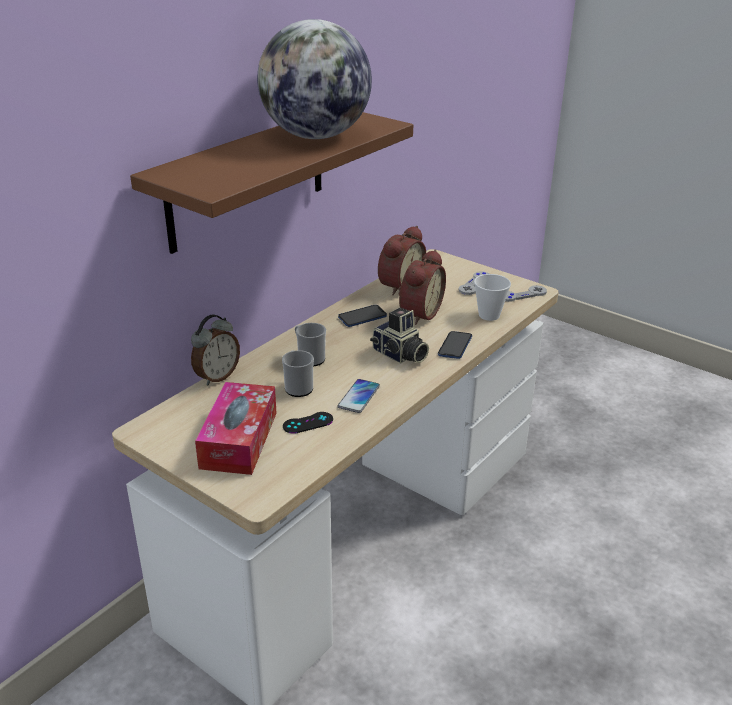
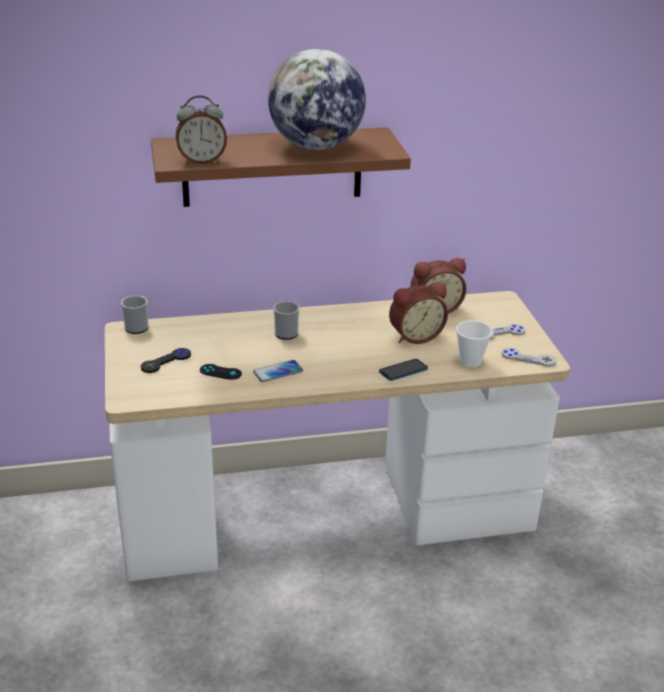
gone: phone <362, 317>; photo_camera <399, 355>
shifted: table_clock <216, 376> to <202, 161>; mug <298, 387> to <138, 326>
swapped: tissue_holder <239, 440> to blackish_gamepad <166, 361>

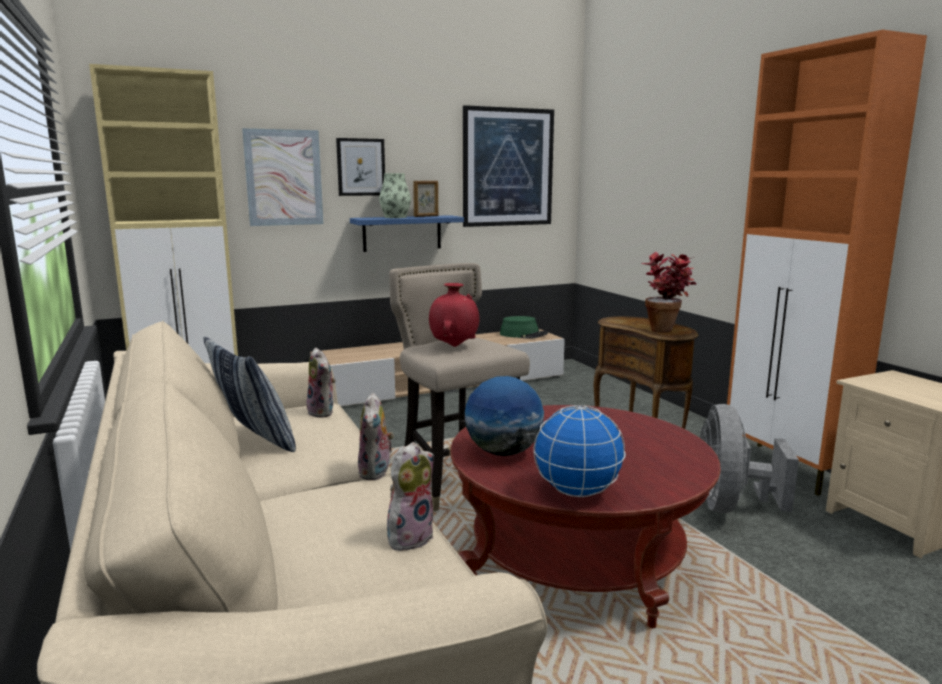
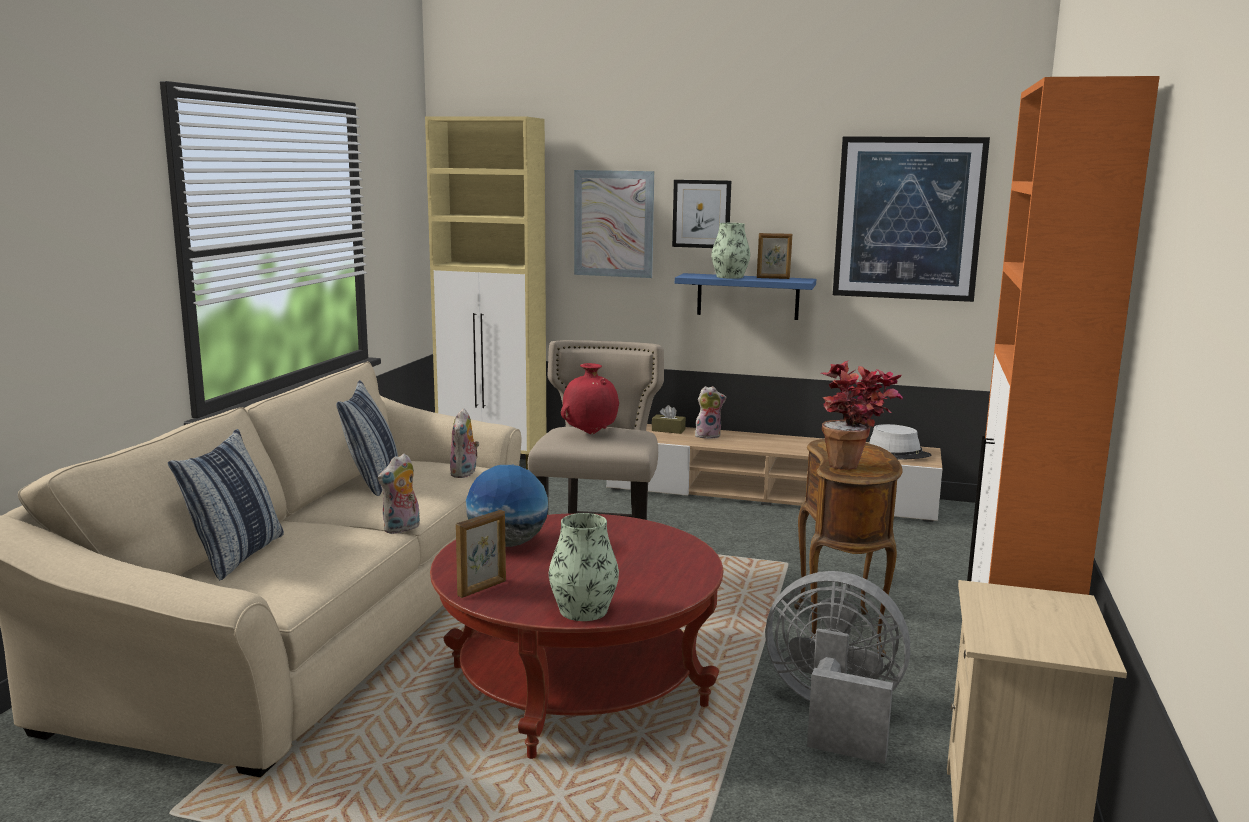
new: brownish_tissue_holder <668, 430>; cushion <236, 556>; vase <583, 610>
shifted: plush_toy <410, 536> to <708, 435>
swapped: desk_globe <576, 492> to photo_frame <482, 588>
repainted: green_clothing_hat <523, 334> to greyish_clothing_hat <899, 452>
rotated: greyish_cooling_fan <731, 506> = <833, 715> 60 degrees clockwise

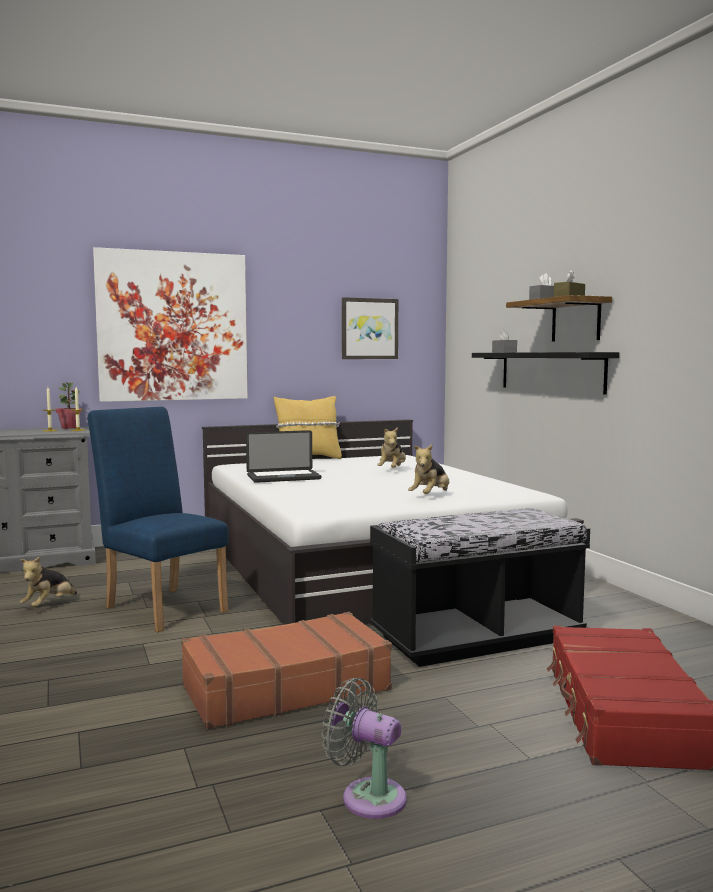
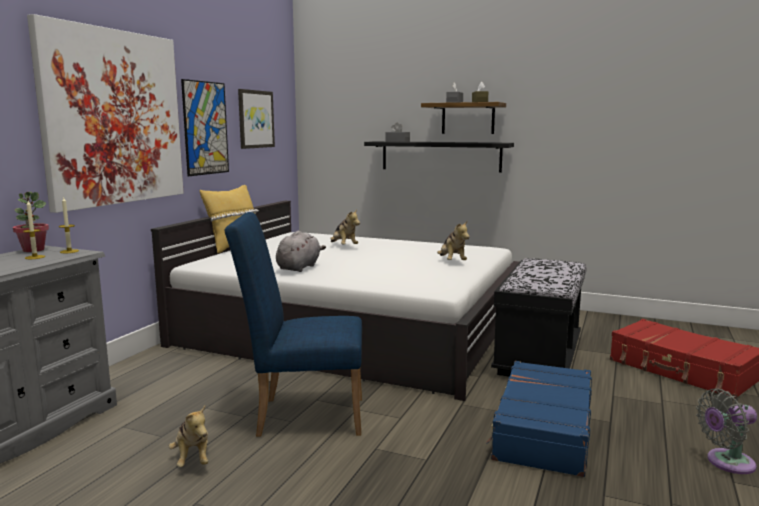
new: picture <205, 128>
swapped: notebook_computer <283, 477> to greyish_plush_toy <299, 267>
repainted: brownish_suitcase <285, 688> to blue-coloured_suitcase <542, 430>

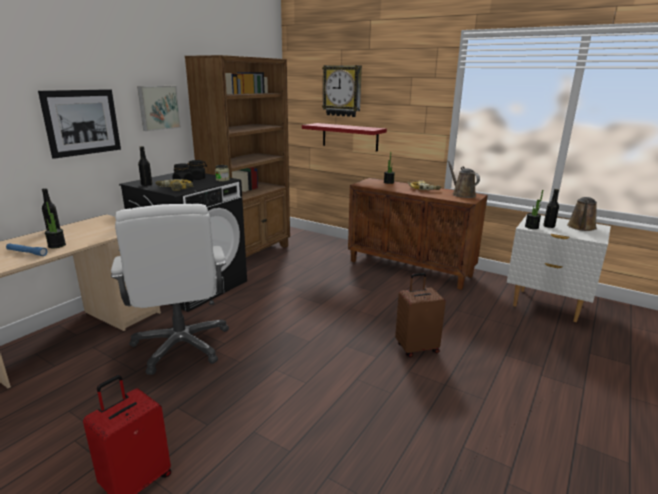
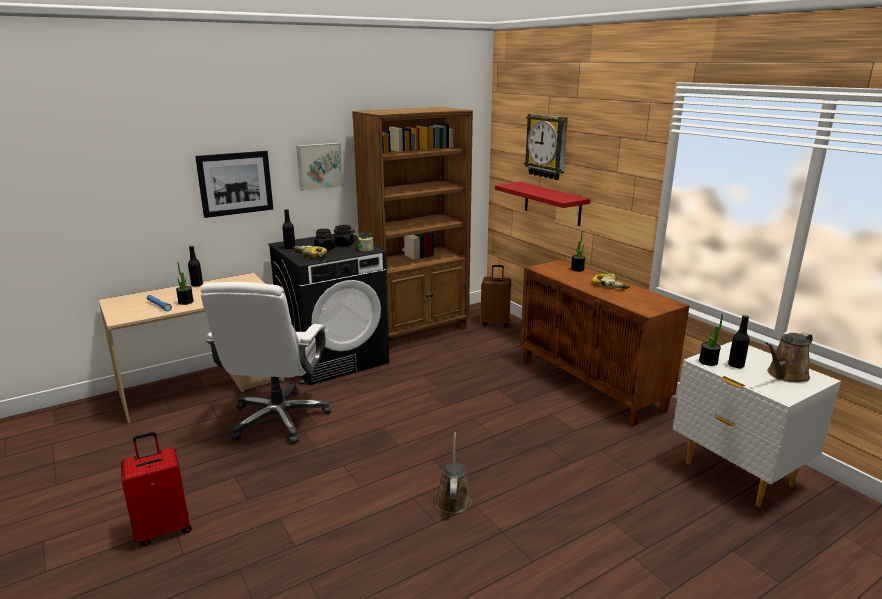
shifted: brownish_watering_can <462, 194> to <453, 498>; brownish_suitcase <416, 348> to <495, 322>

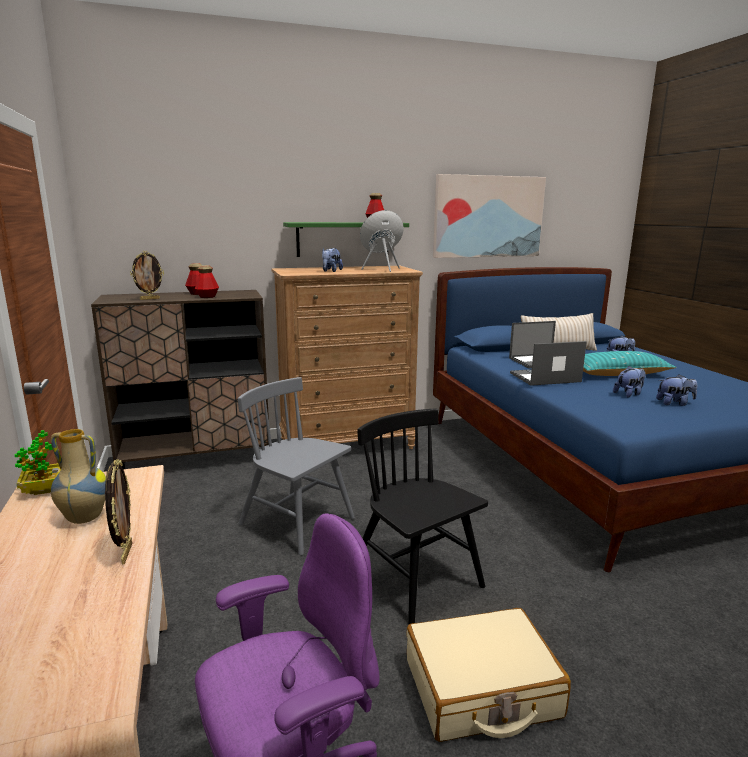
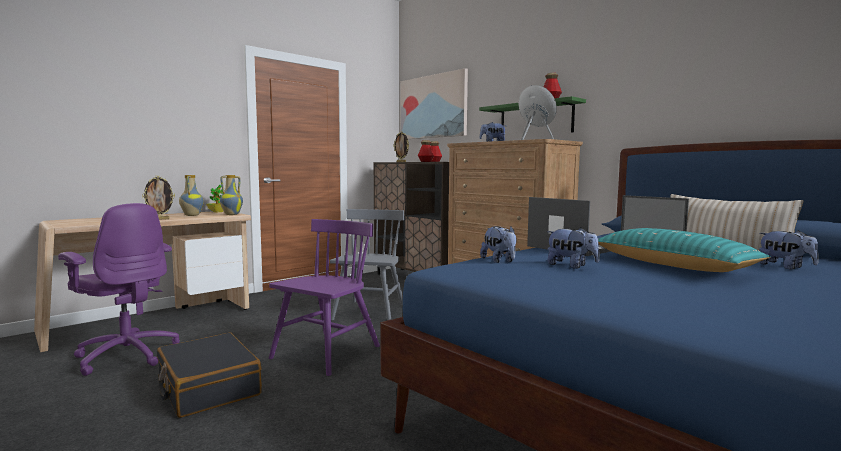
new: vase <231, 214>
shifted: picture <488, 216> to <433, 107>; plush_toy <674, 403> to <499, 261>
repainted: blackish_chair <416, 578> to purple-coloured_chair <326, 353>; beige_suitcase <481, 689> to blackish_suitcase <208, 387>

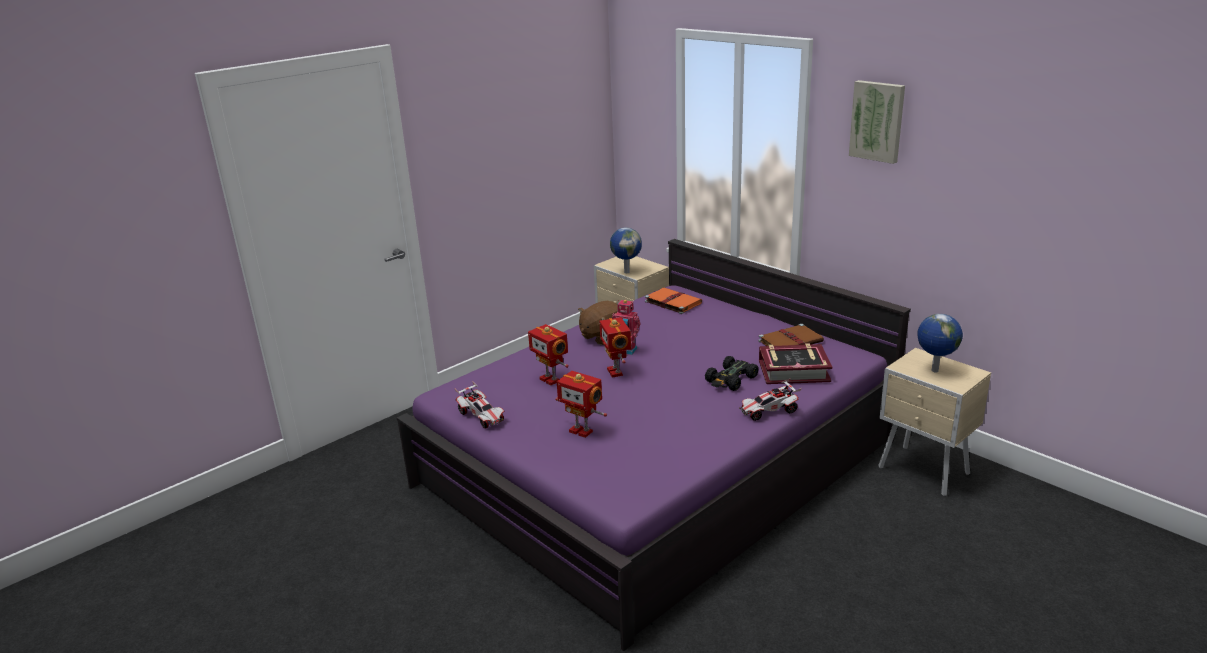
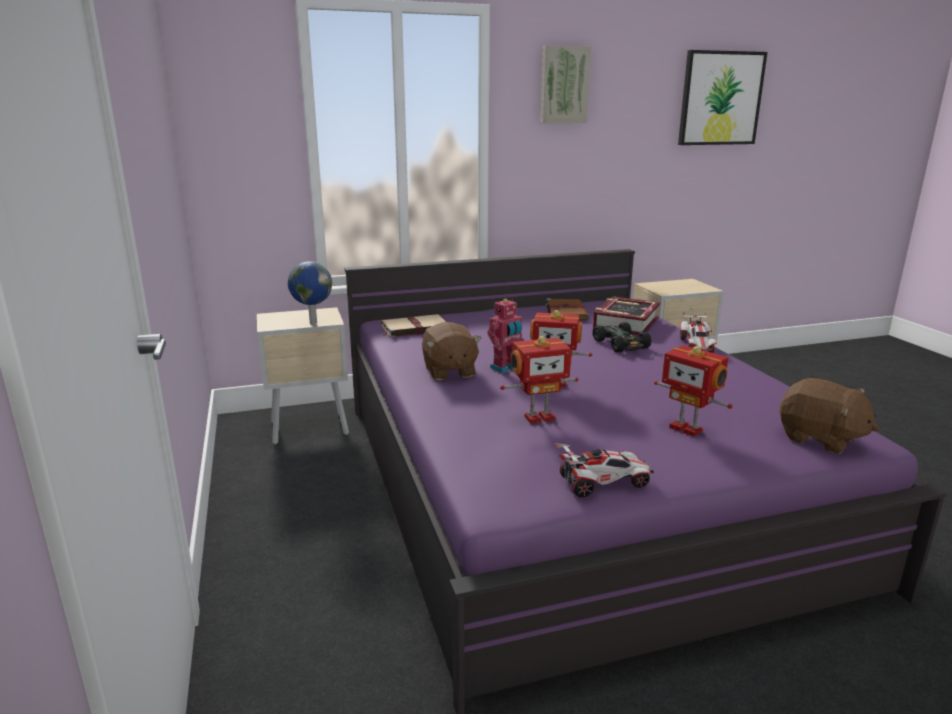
gone: desk_globe <934, 371>
new: picture <720, 98>; brownish_plush_toy <820, 438>
repainted: orange-coloured_bound_book <672, 302> to beige_bound_book <413, 328>
rotated: robot_figure <581, 431> = <686, 428> 75 degrees clockwise

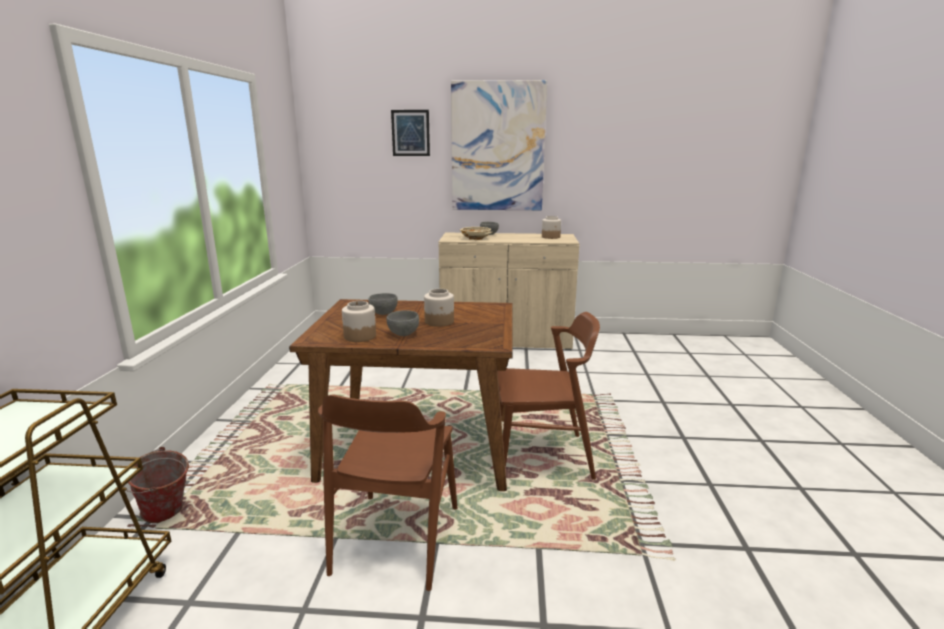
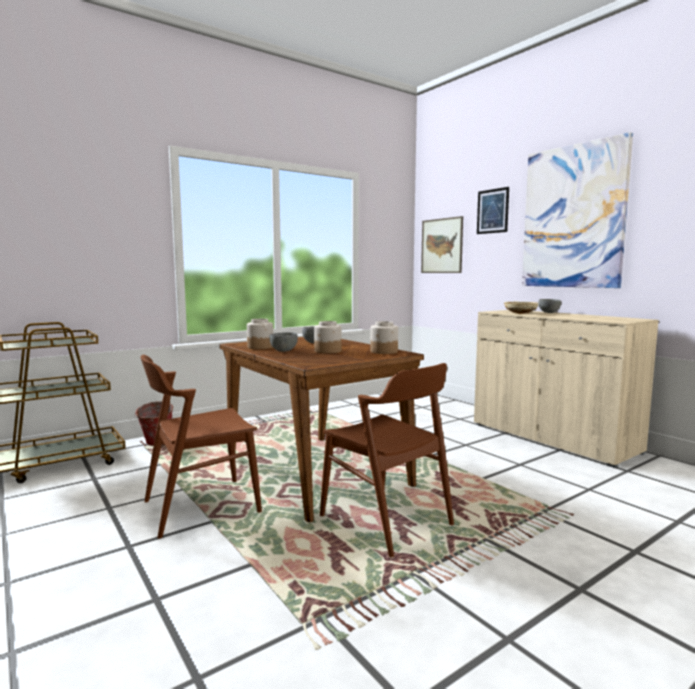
new: picture <441, 246>
shifted: jar <551, 237> to <384, 352>

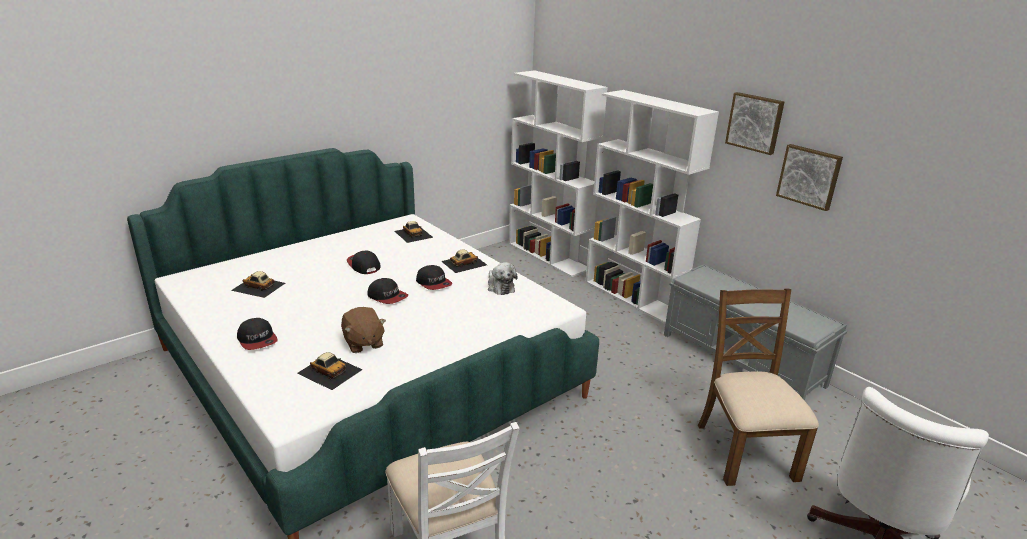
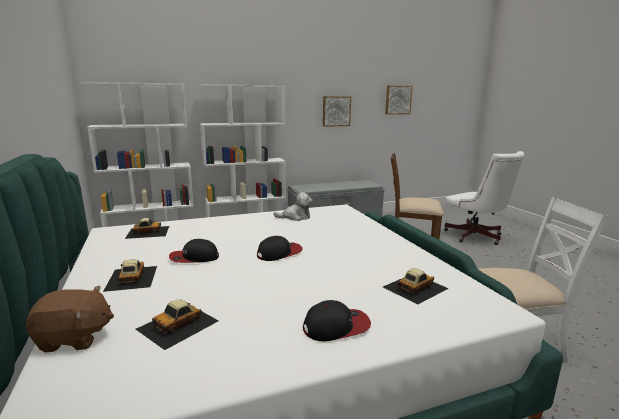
gone: peaked_cap <434, 283>
shifted: picture <755, 122> to <397, 100>; model_car <463, 263> to <131, 278>; brownish_plush_toy <363, 343> to <74, 338>

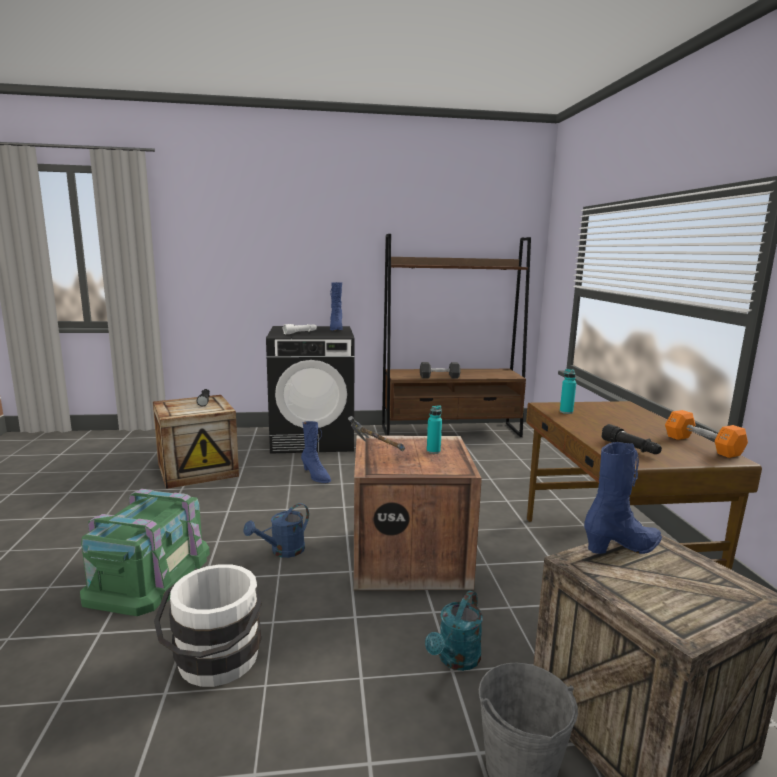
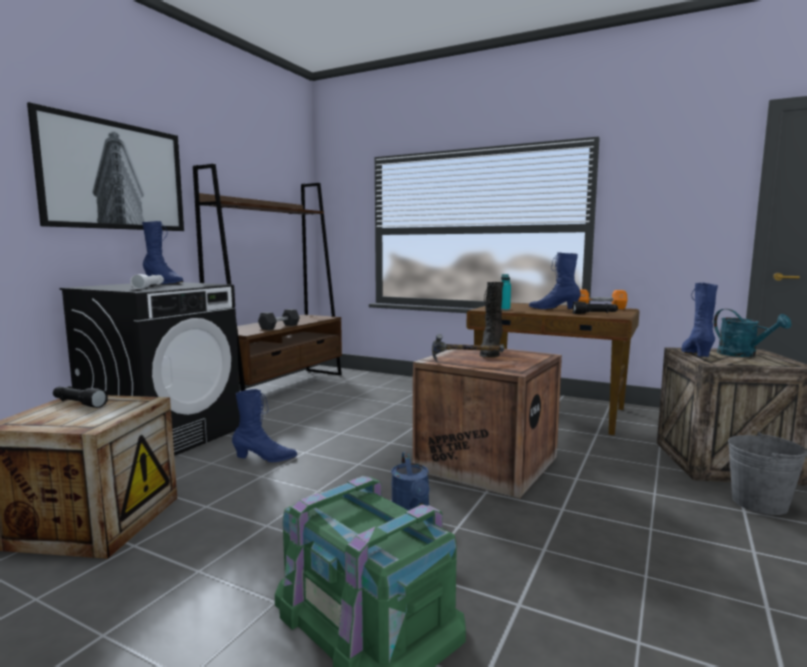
gone: white_water_bucket <215, 663>
new: picture <115, 176>; blue-coloured_boot <553, 309>
shifted: turquoise-coloured_watering_can <456, 660> to <743, 355>
swapped: turquoise-coloured_drink_bottle <433, 451> to blackish_boot <490, 353>

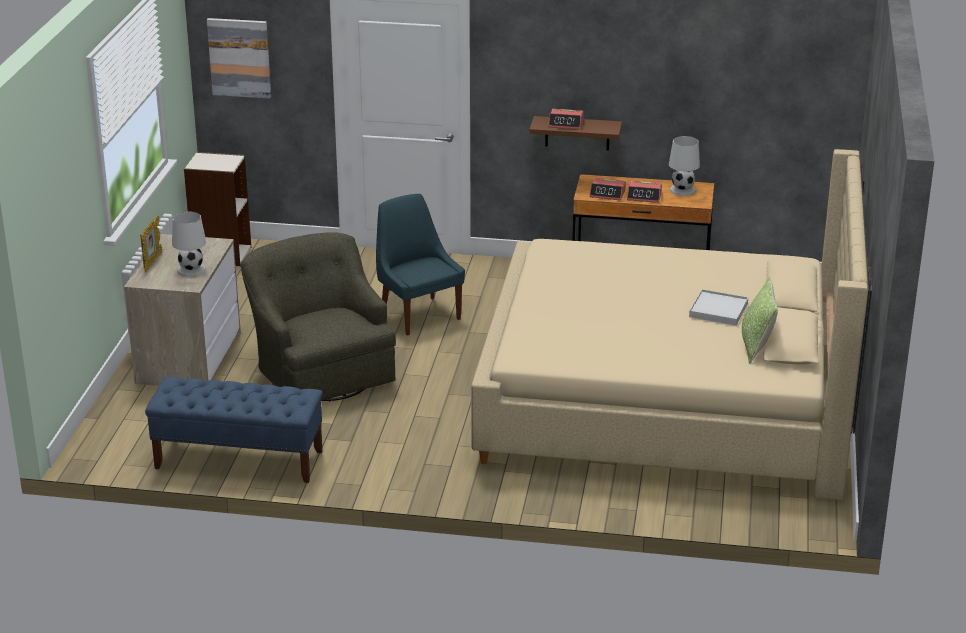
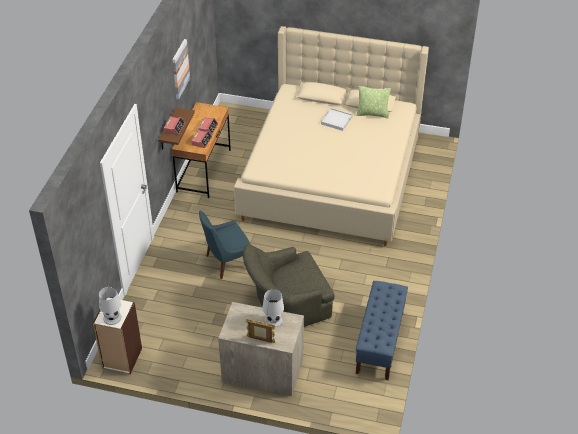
shifted: picture <239, 57> to <180, 69>; white_table_lamp <682, 190> to <112, 317>

